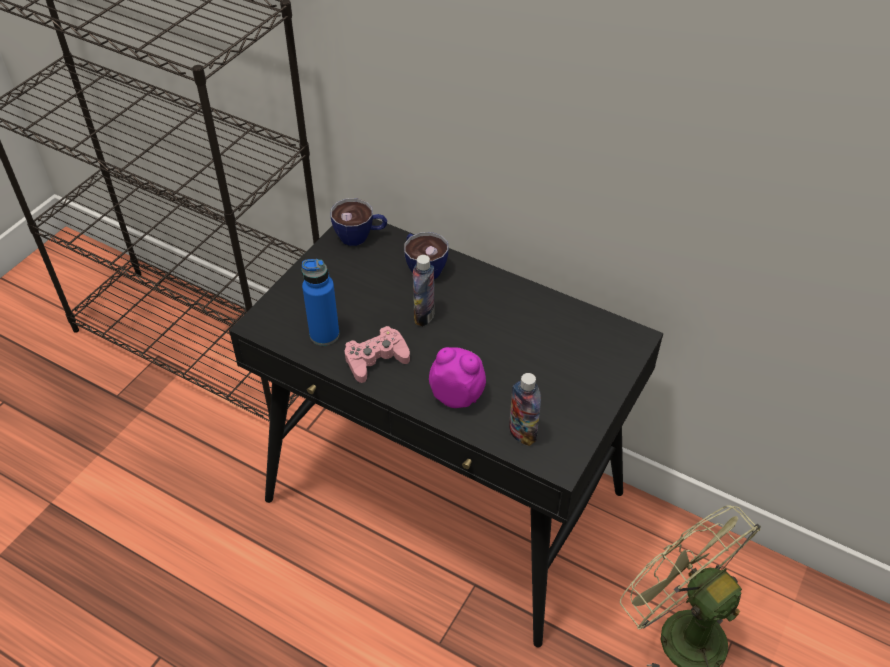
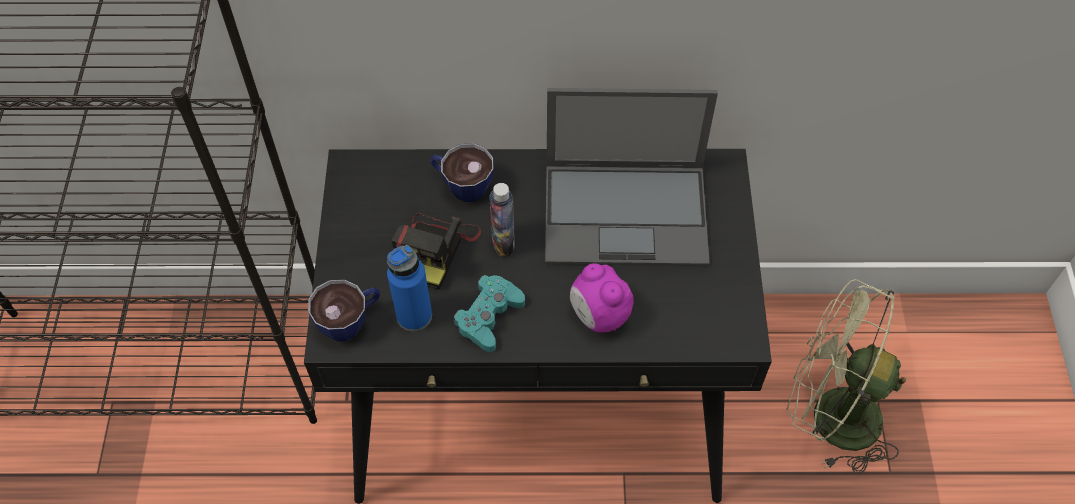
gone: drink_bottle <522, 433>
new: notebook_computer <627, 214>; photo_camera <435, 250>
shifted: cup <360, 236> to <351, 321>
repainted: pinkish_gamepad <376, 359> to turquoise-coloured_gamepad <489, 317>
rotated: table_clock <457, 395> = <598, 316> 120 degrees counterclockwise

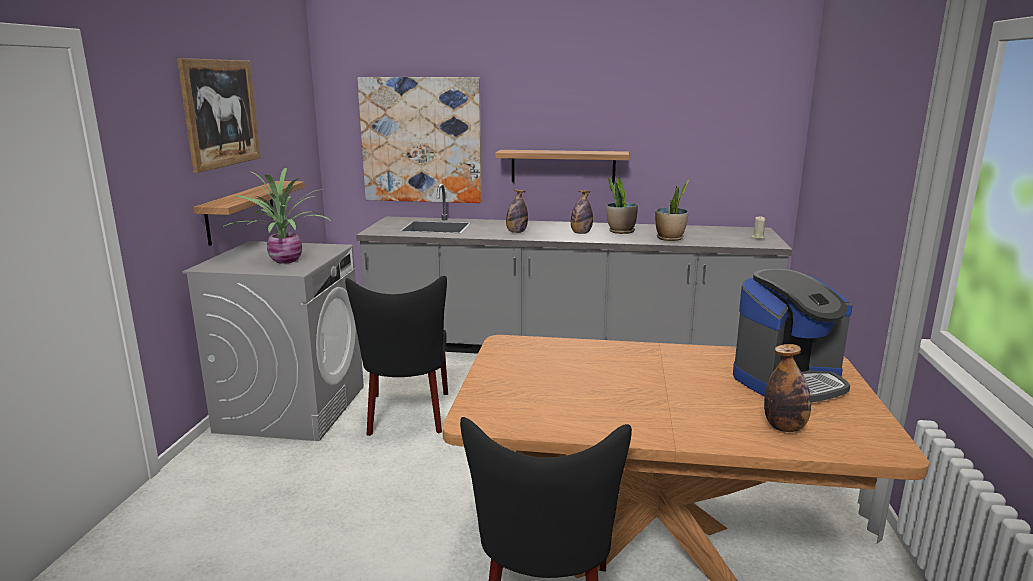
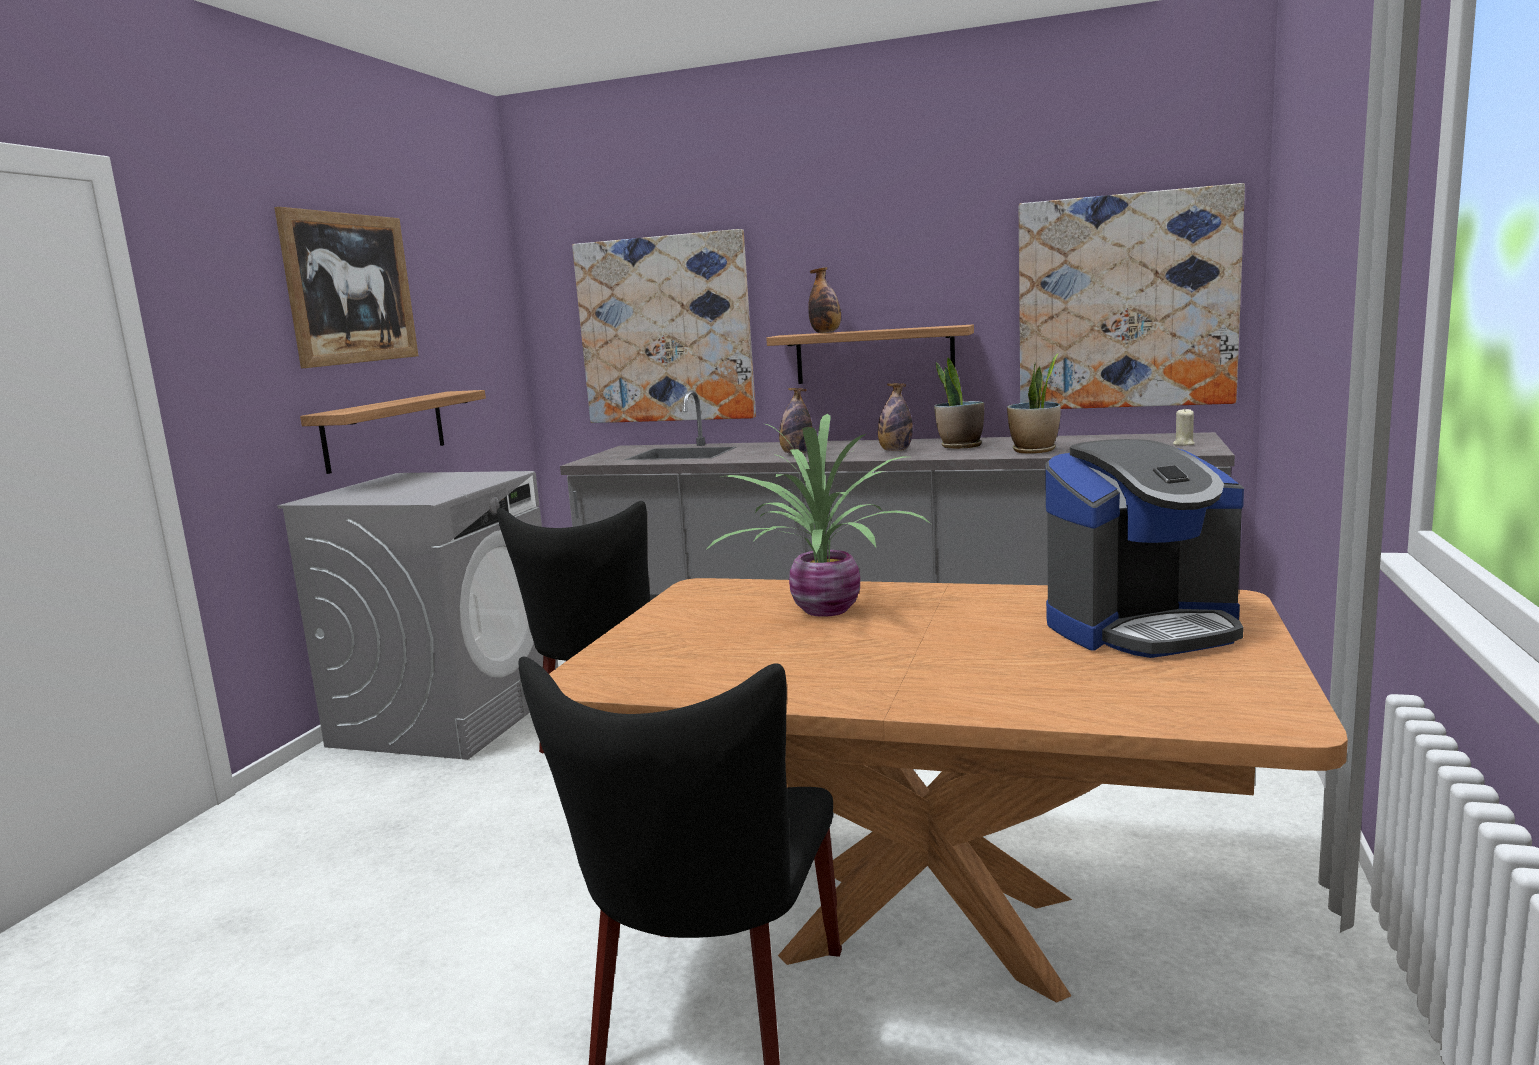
new: picture <1126, 302>
shifted: houseplant <284, 261> to <822, 610>; drink_bottle <784, 427> to <826, 332>

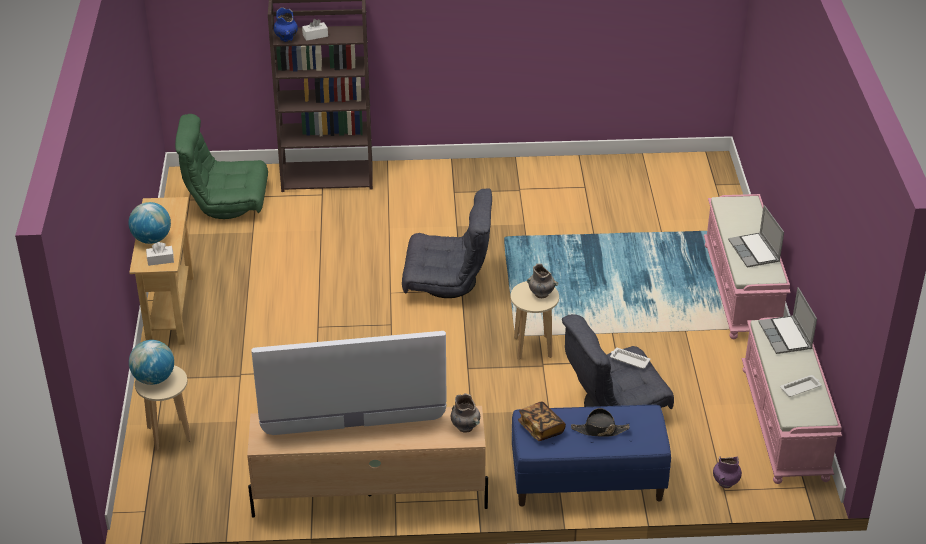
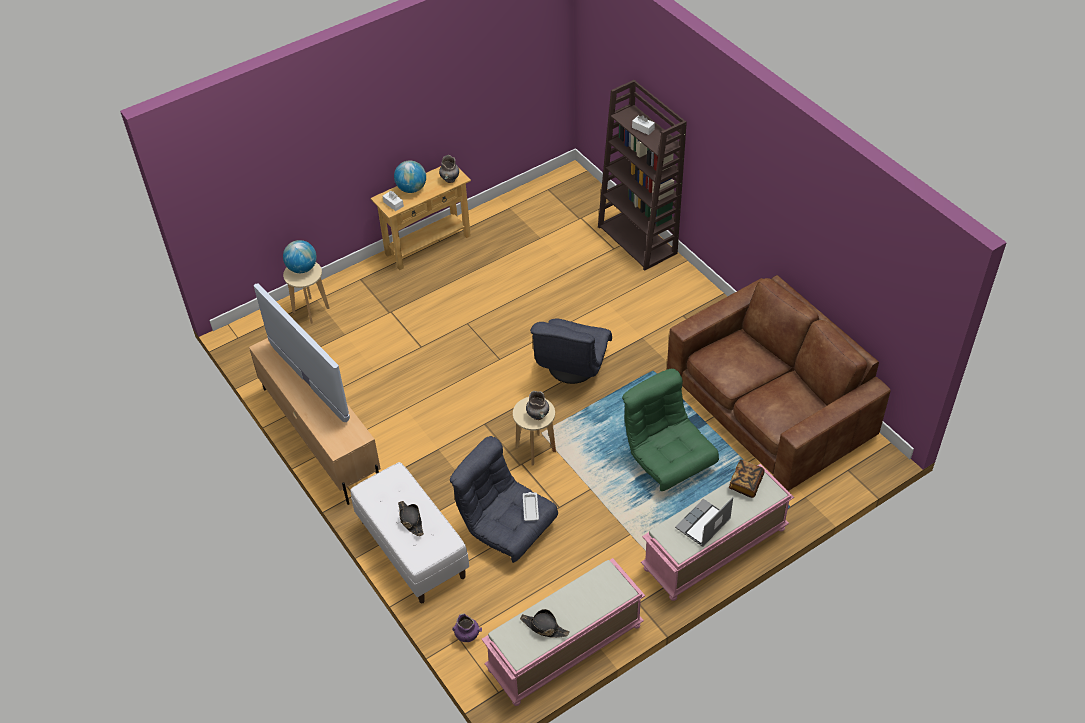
gone: blue-coloured_vase <286, 39>; notebook_computer <786, 336>
new: brownish_sofa <771, 405>
shifted: green_easy_chair <227, 203> to <667, 459>; greyish_vase <465, 427> to <450, 180>; bound_book <541, 428> to <745, 483>
swapped: white_carrying_tray <801, 388> to blackish_clothing_hat <544, 627>
repainted: blue-coloured_indoor_bench <586, 481> to white_indoor_bench <411, 549>
rotated: greyish_easy_chair <448, 283> = <571, 366> 45 degrees clockwise

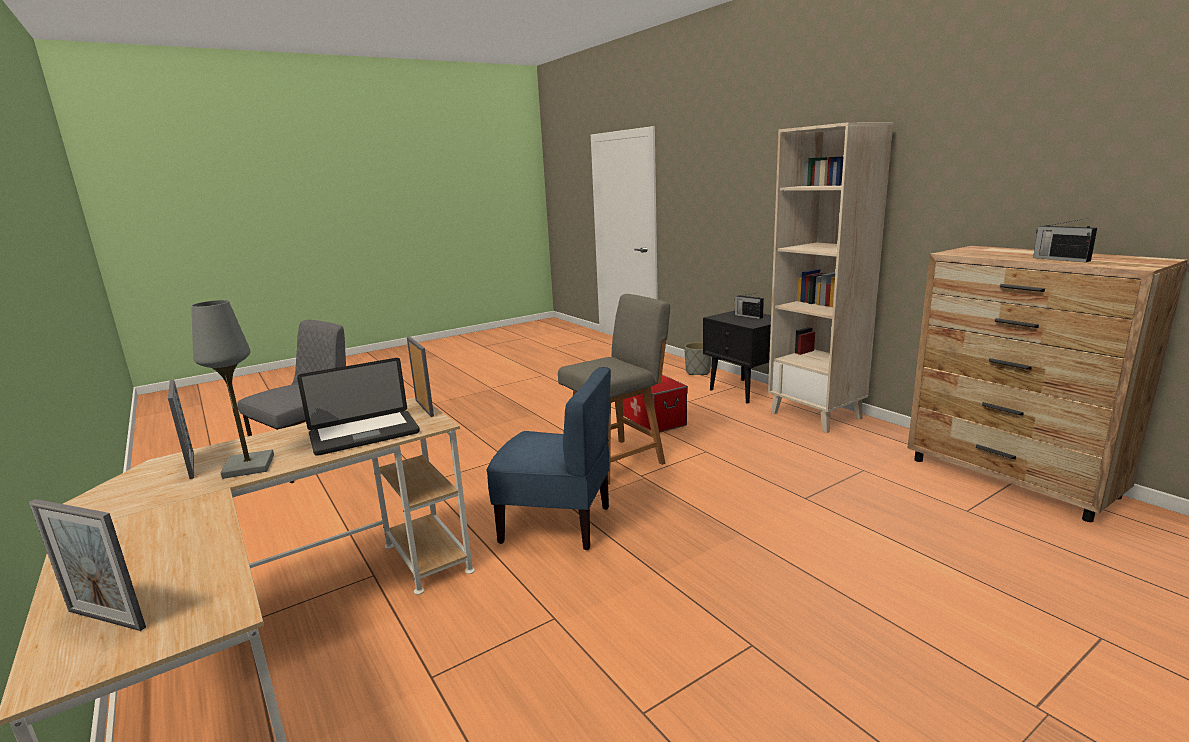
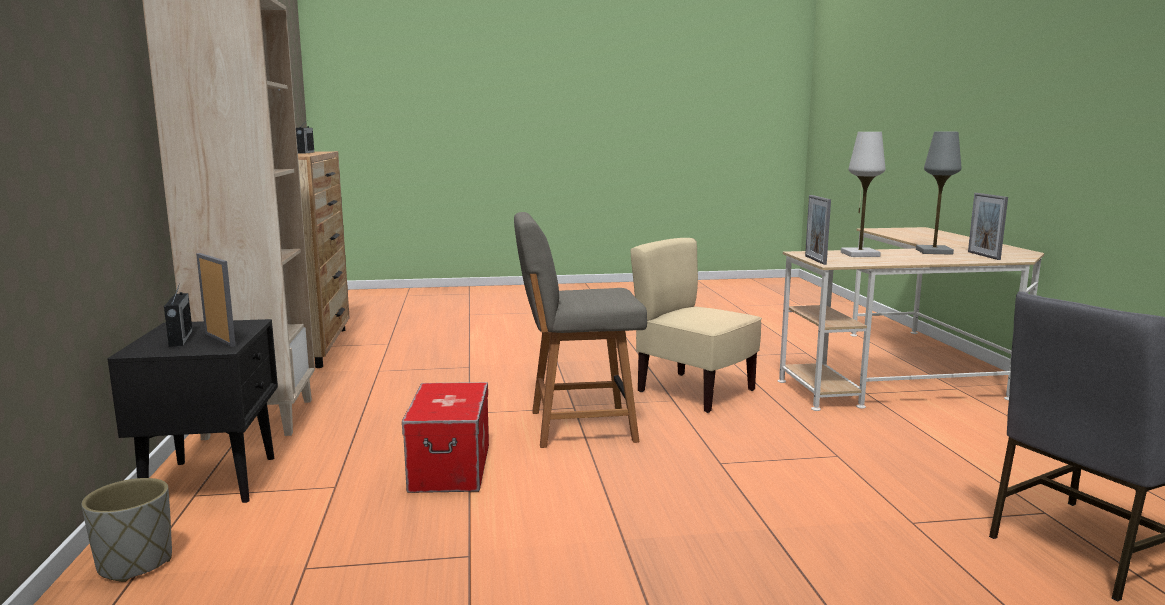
shifted: photo_frame <106, 619> to <220, 339>
swapped: notebook_computer <364, 434> to white_table_lamp <859, 254>
repainted: blue-coloured_chair <557, 523> to beige_chair <694, 391>

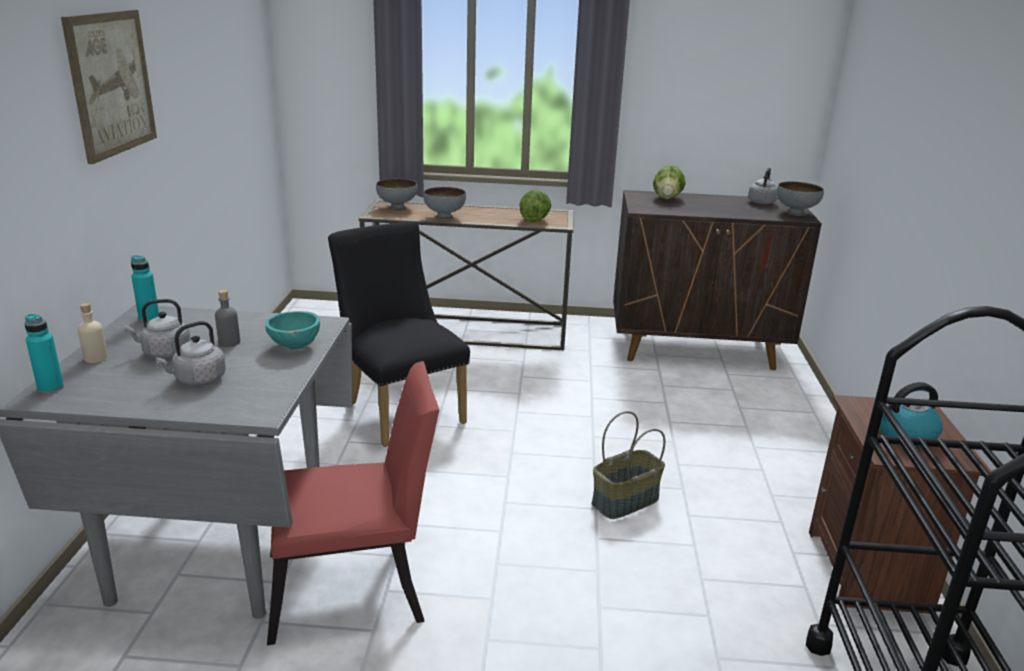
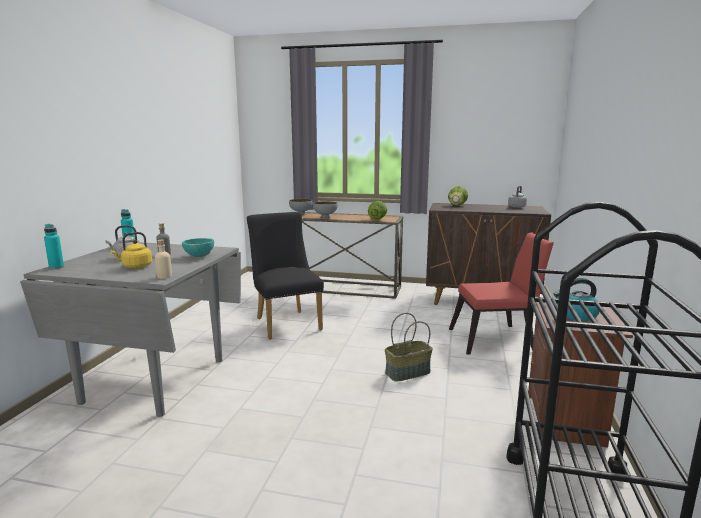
gone: picture <111, 83>; greyish_serving_bowl <795, 213>
shifted: beige_drink_bottle <96, 358> to <164, 276>; reddish_chair <356, 587> to <496, 340>
repainted: greyish_water_kettle <198, 380> to yellow_water_kettle <135, 266>

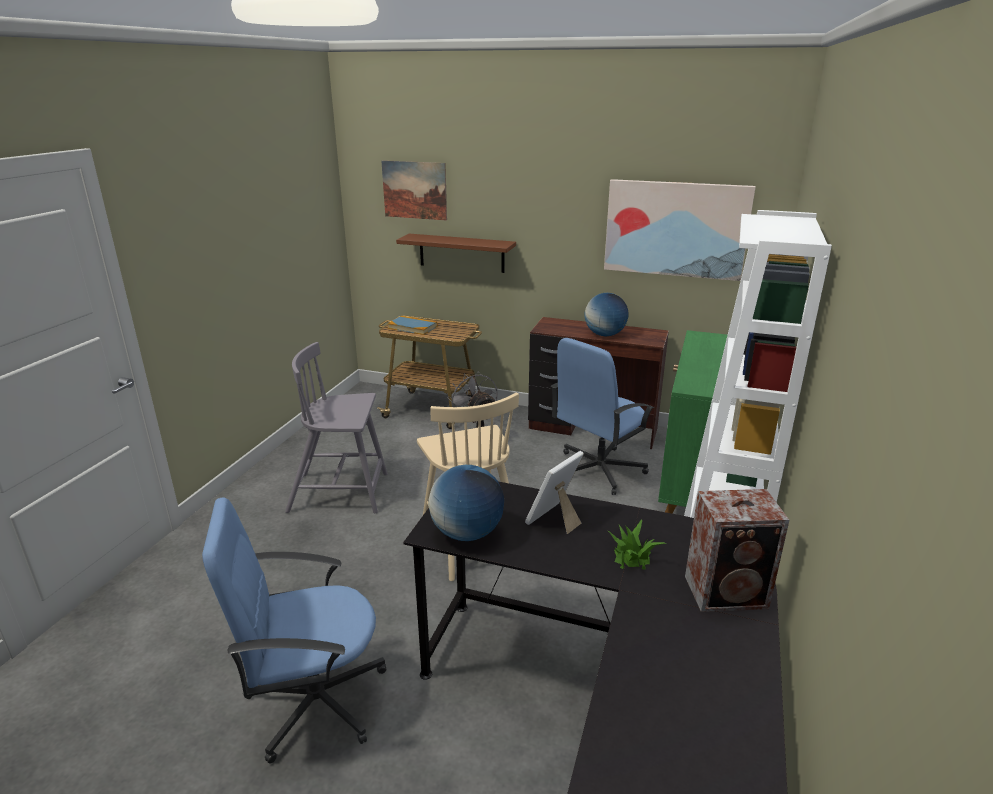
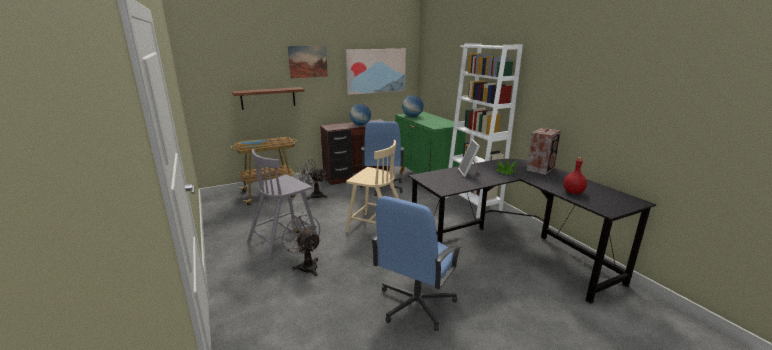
new: reddish_drink_bottle <572, 192>; greyish_cooling_fan <306, 265>
shifted: picture <414, 190> to <308, 61>; desk_globe <467, 533> to <412, 116>

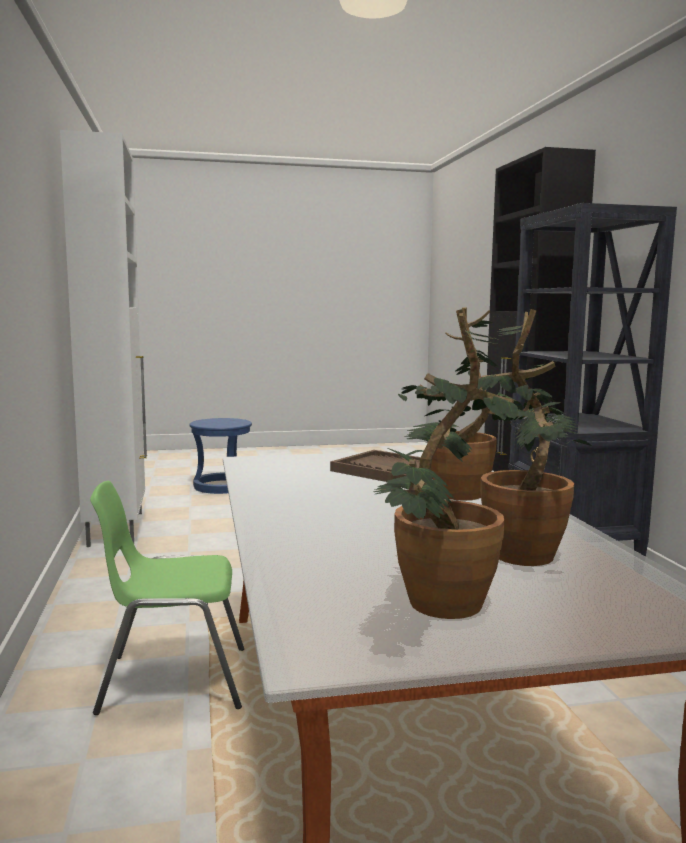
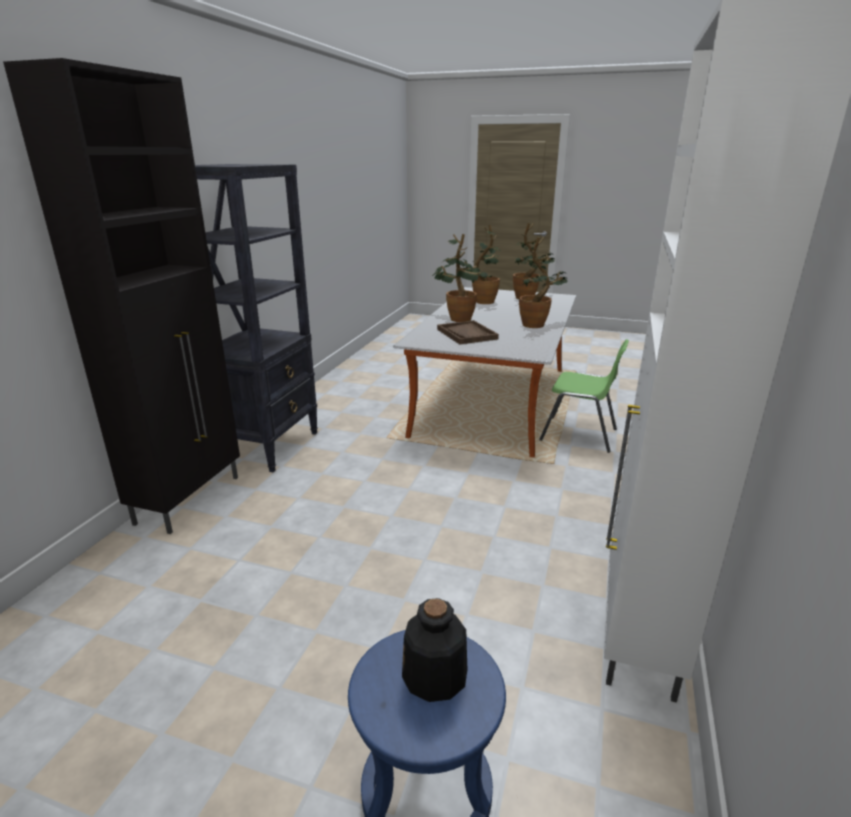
new: houseplant <538, 324>; drink_bottle <435, 676>

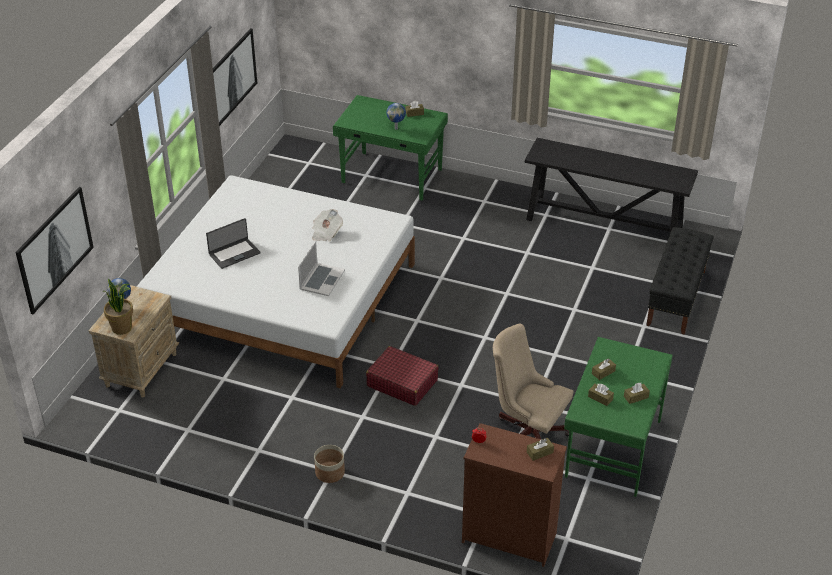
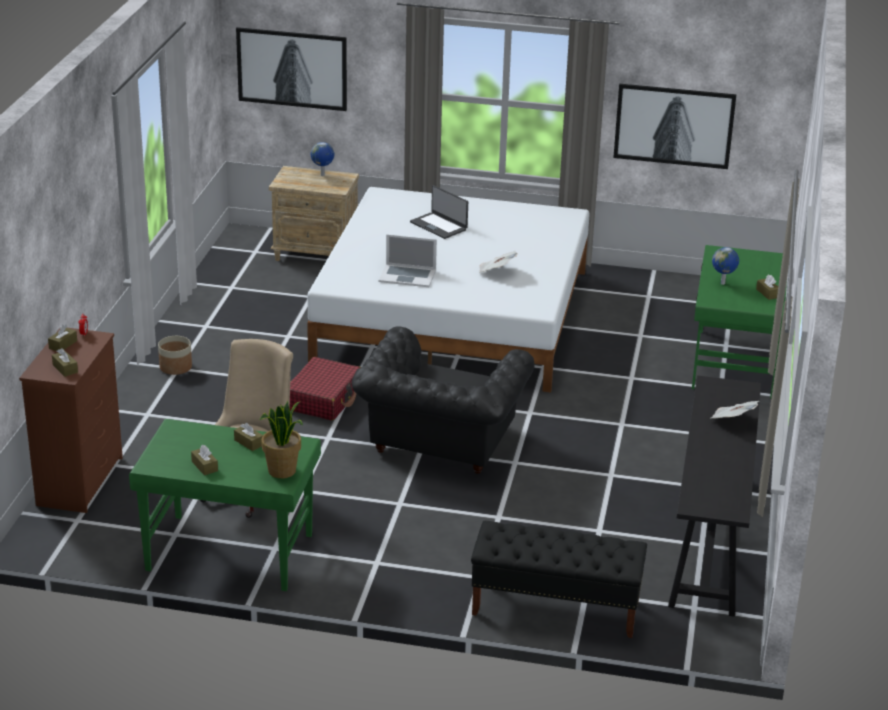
new: blackish_easy_chair <440, 442>; daily_paper <732, 420>
shifted: houseplant <122, 328> to <282, 471>; brownish_tissue_holder <600, 398> to <63, 344>

